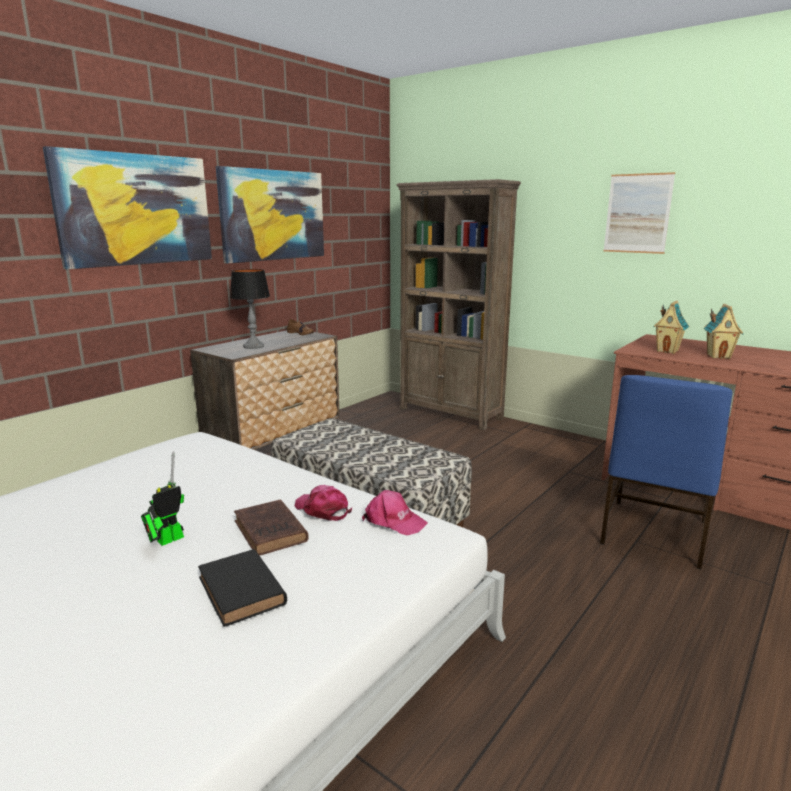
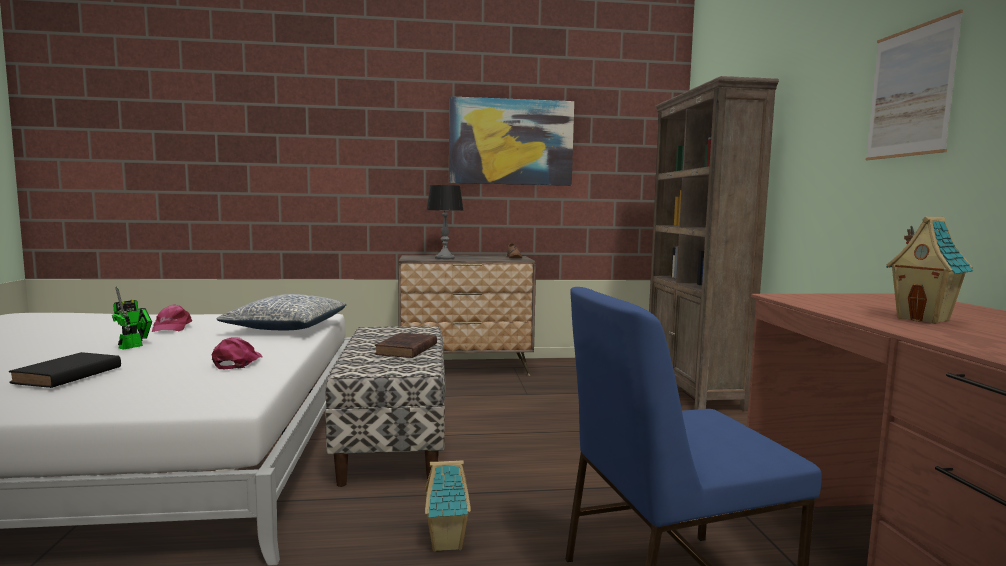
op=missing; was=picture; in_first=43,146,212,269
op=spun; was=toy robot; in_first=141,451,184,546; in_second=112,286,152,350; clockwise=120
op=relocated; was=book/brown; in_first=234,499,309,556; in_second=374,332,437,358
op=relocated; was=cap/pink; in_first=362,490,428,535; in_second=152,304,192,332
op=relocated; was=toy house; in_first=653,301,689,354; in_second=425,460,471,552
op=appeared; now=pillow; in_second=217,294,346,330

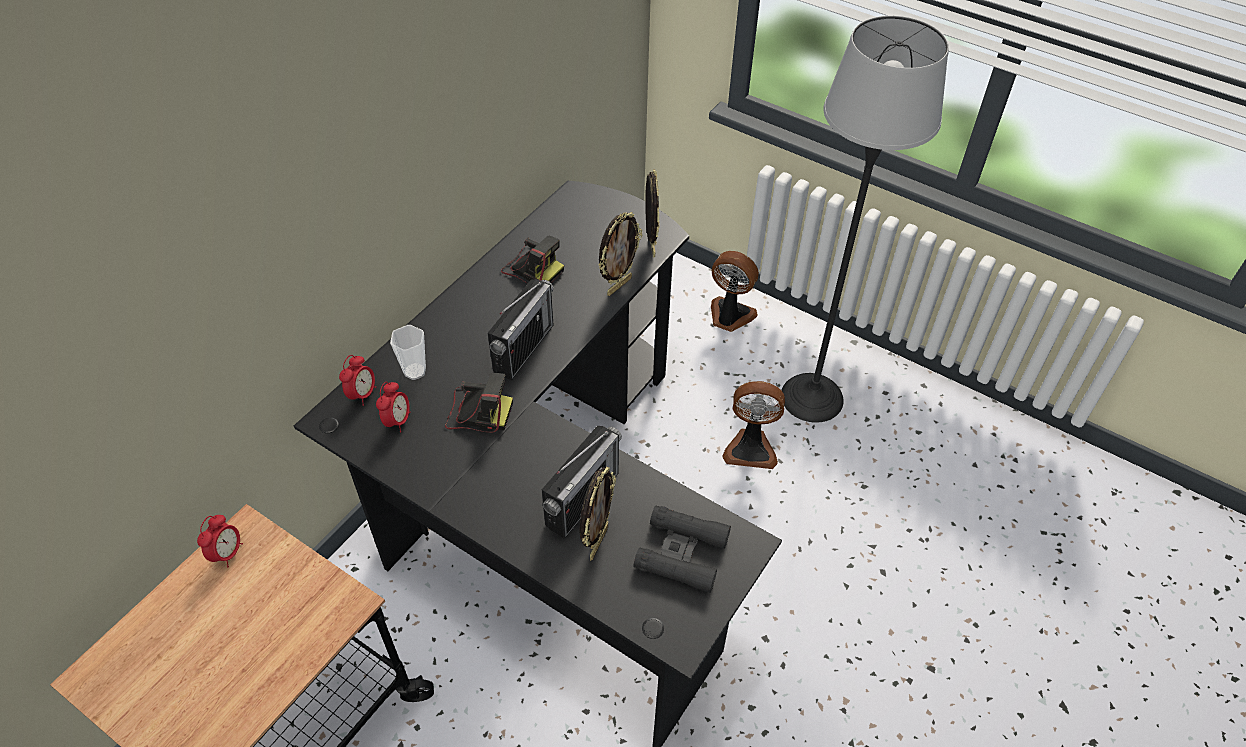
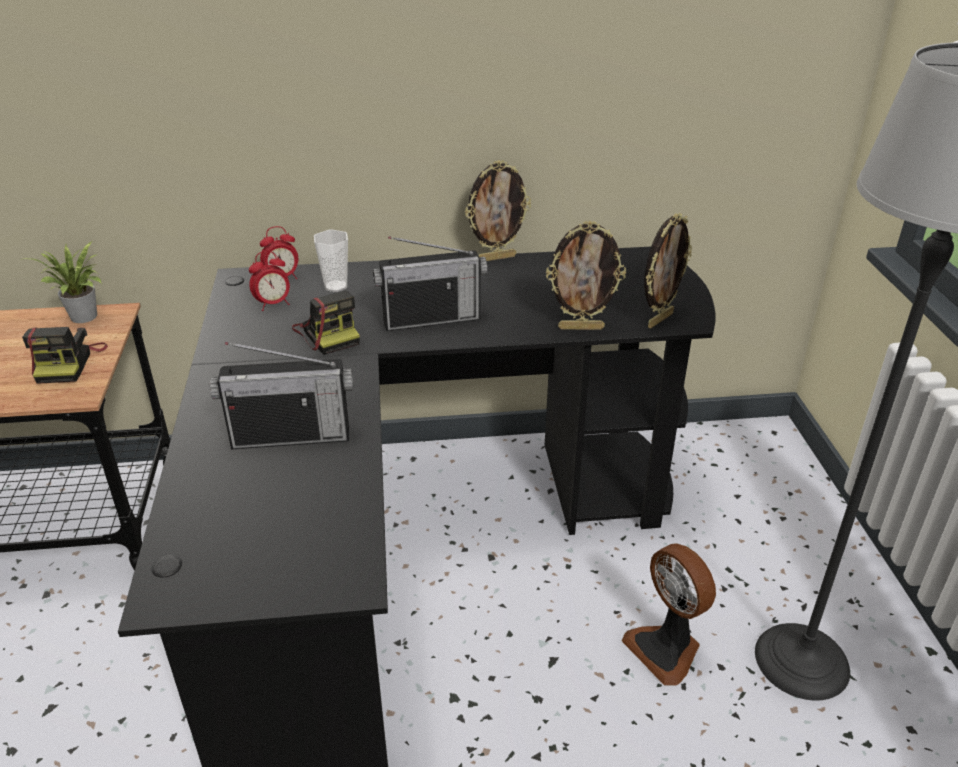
op=exchanged; was=alarm clock; now=potted plant; in_first=197,515,243,567; in_second=25,241,102,323
op=relocated; was=photo camera; in_first=501,235,564,284; in_second=22,327,108,384
op=relocated; was=picture frame; in_first=580,467,616,561; in_second=465,160,531,261
op=missing; was=binoculars/black; in_first=633,505,731,593
op=missing; was=fan; in_first=711,251,759,332

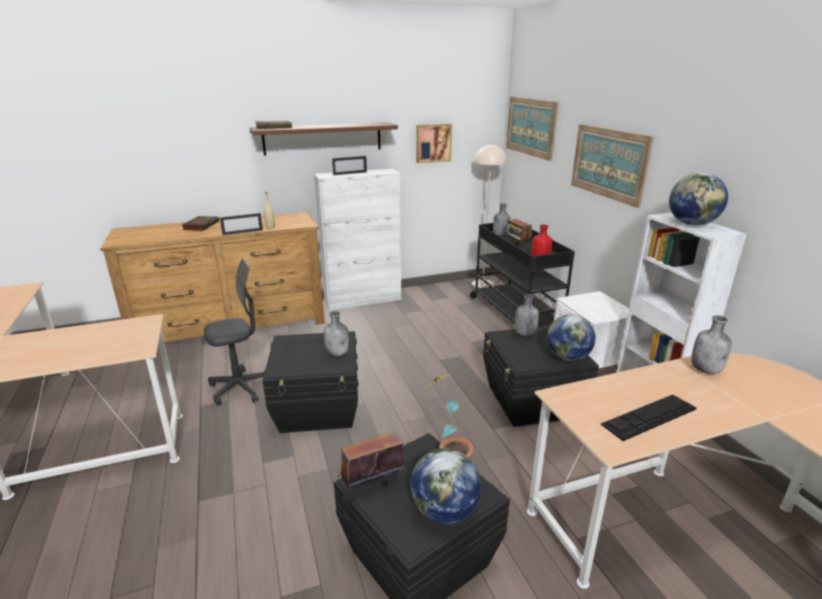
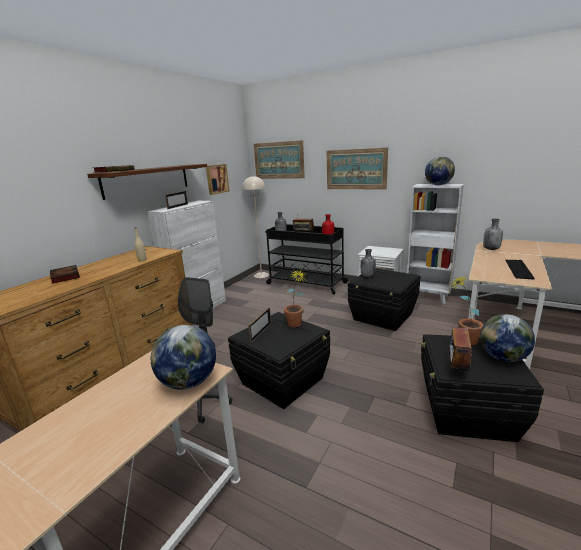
op=relocated; was=picture frame; in_first=220,213,263,235; in_second=248,307,271,343
op=exchanged; was=bottle/grey; now=potted plant; in_first=324,311,349,357; in_second=284,269,305,327
op=relocated; was=globe; in_first=547,314,595,361; in_second=151,325,216,390

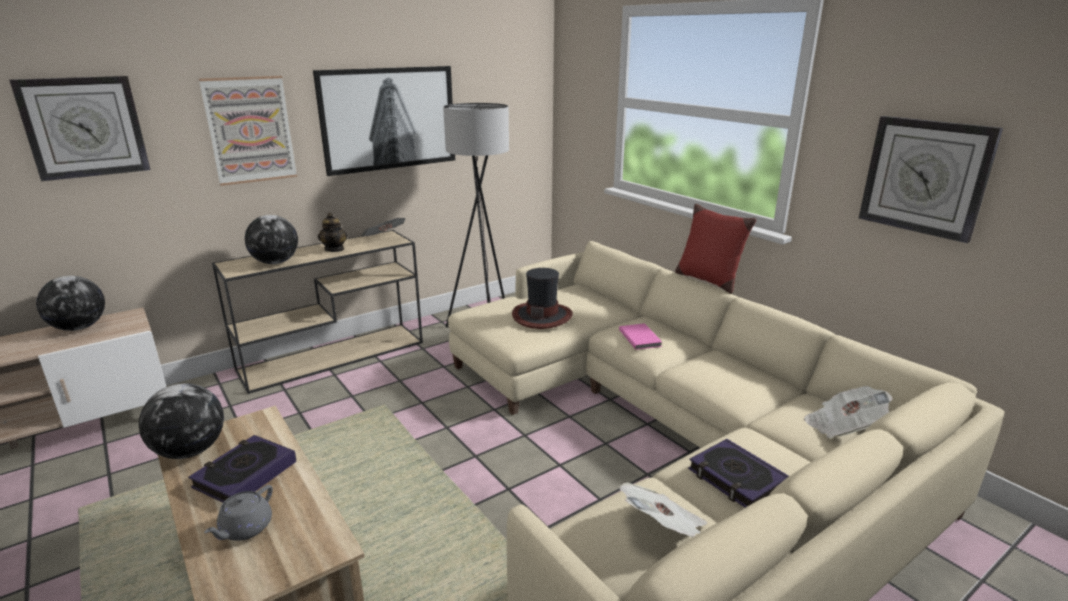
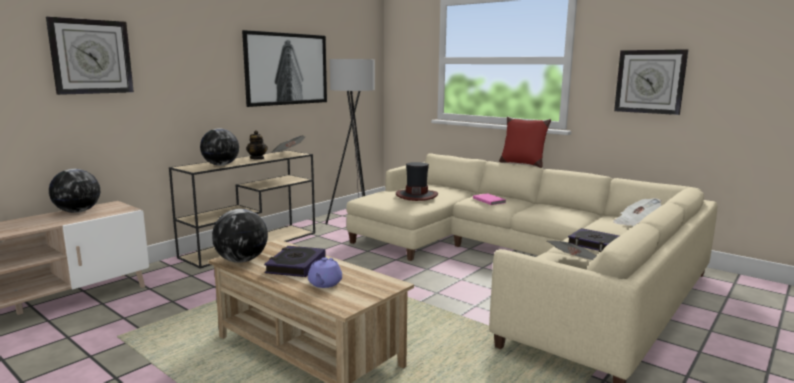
op=missing; was=picture; in_first=199,76,297,186
op=colour; was=teapot/grey; now=teapot/purple; in_first=204,485,273,541; in_second=308,257,342,288

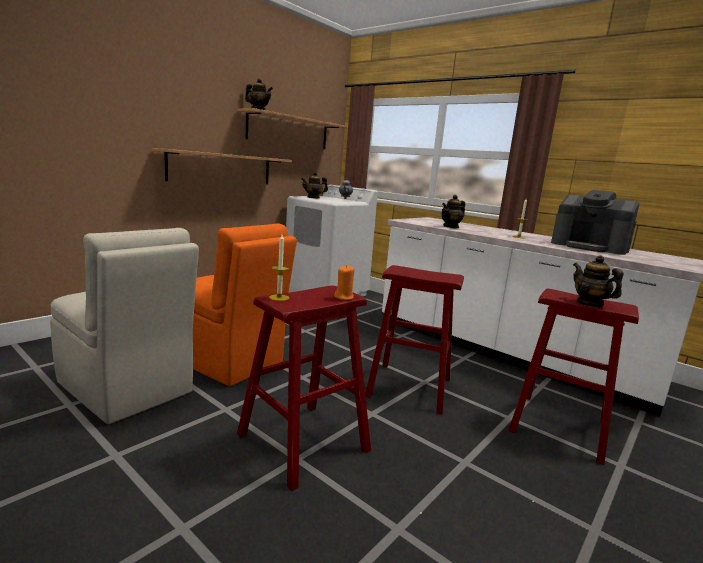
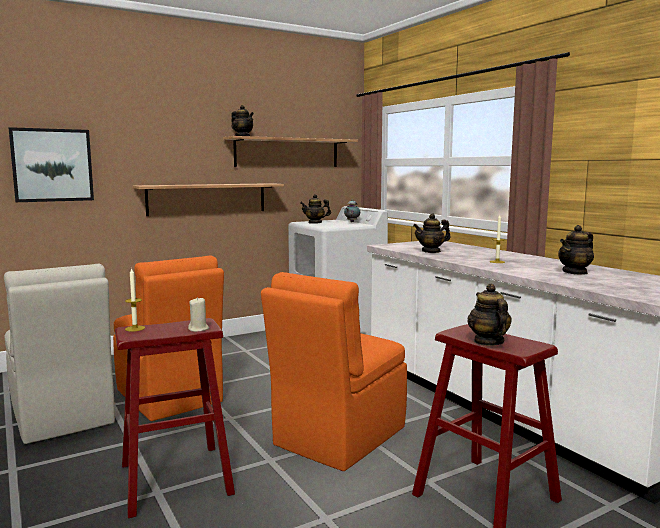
op=colour; was=candle/orange; now=candle/beige; in_first=334,265,354,300; in_second=188,297,209,332
op=exchanged; was=stool/red; now=chair/orange; in_first=365,265,464,414; in_second=261,272,407,471
op=exchanged; was=coffee machine; now=teapot; in_first=551,190,639,255; in_second=558,225,594,275
op=appeared; now=picture; in_second=9,127,94,202

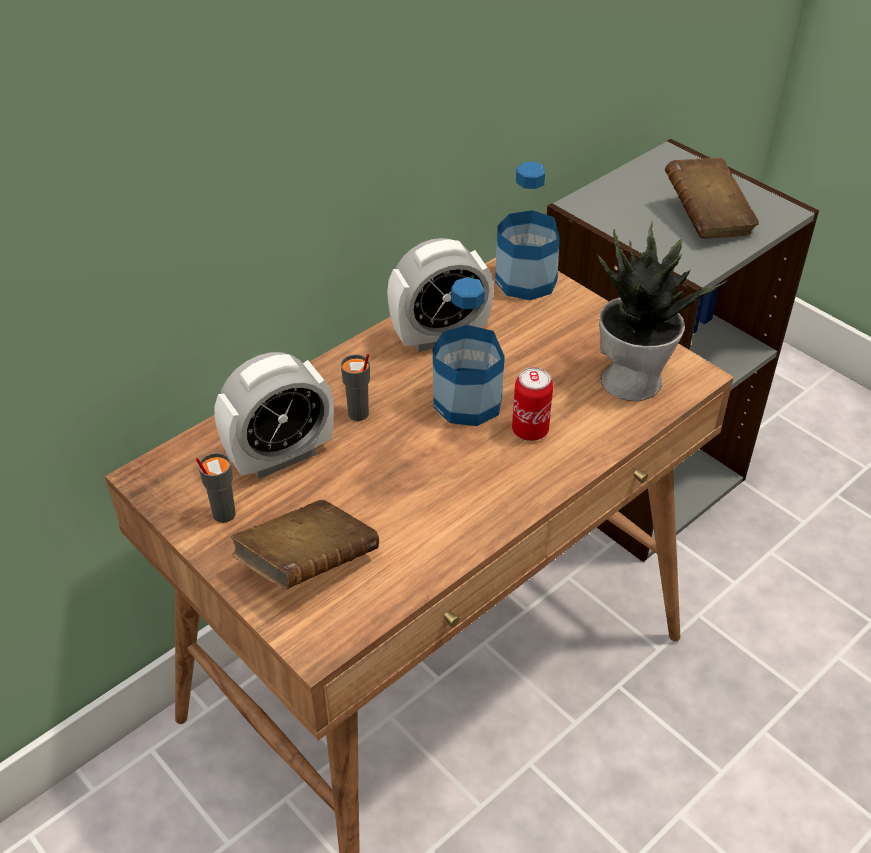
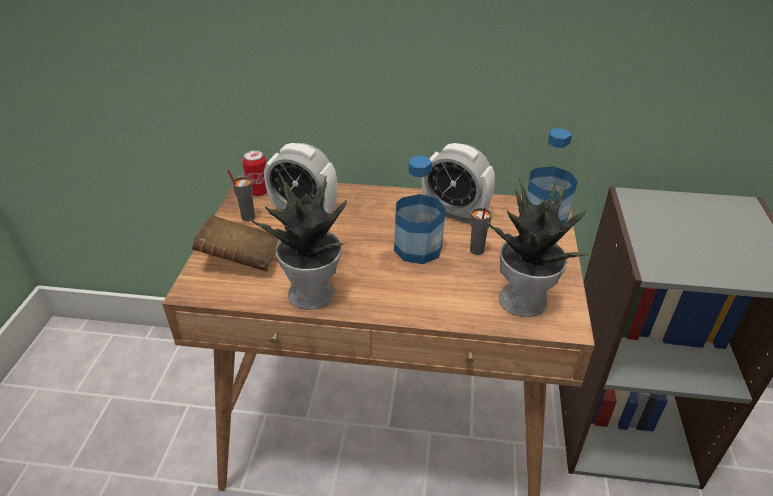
op=relocated; was=cup/grey; in_first=340,354,370,421; in_second=470,208,492,255
op=relocated; was=can; in_first=512,367,553,441; in_second=243,150,267,196
op=missing; was=book/brown; in_first=665,158,759,239
op=appeared; now=potted plant; in_second=248,173,347,310

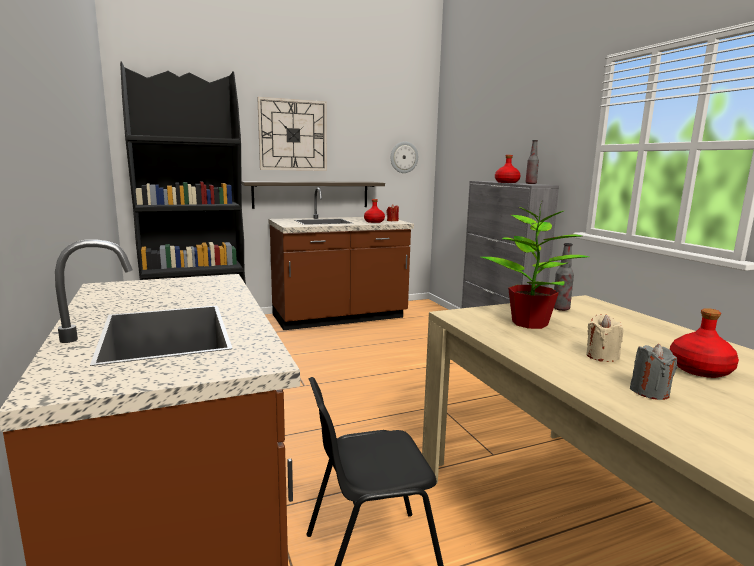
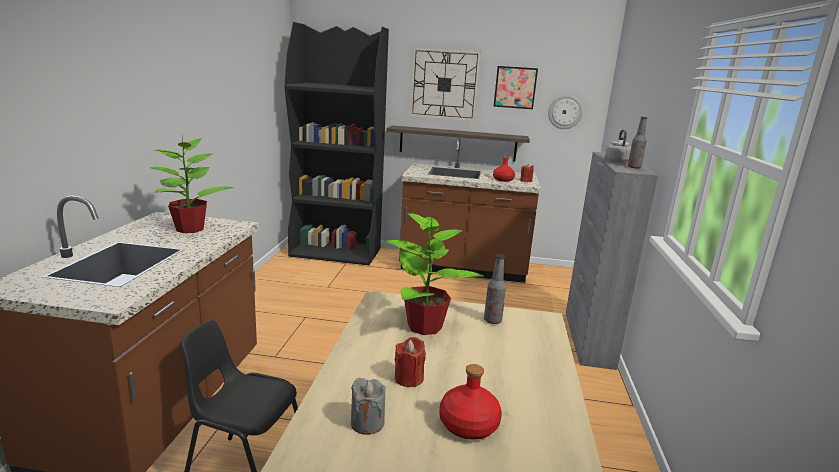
op=exchanged; was=bottle/red; now=kettle/grey; in_first=495,155,521,183; in_second=605,130,631,162
op=colour; was=candle/beige; now=candle/red; in_first=586,314,624,362; in_second=395,337,426,387
op=appeared; now=potted plant; in_second=150,134,233,233
op=appeared; now=picture; in_second=493,66,538,109

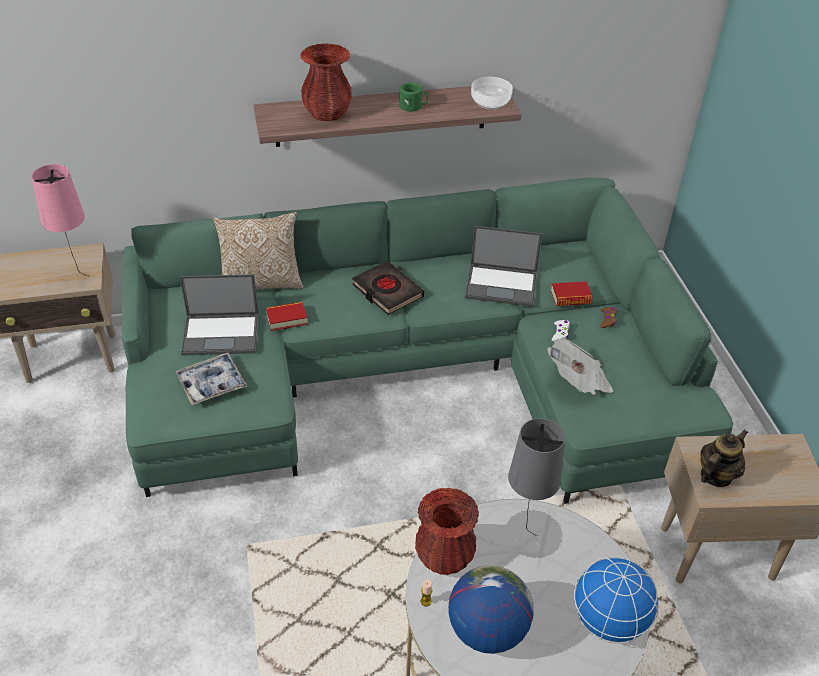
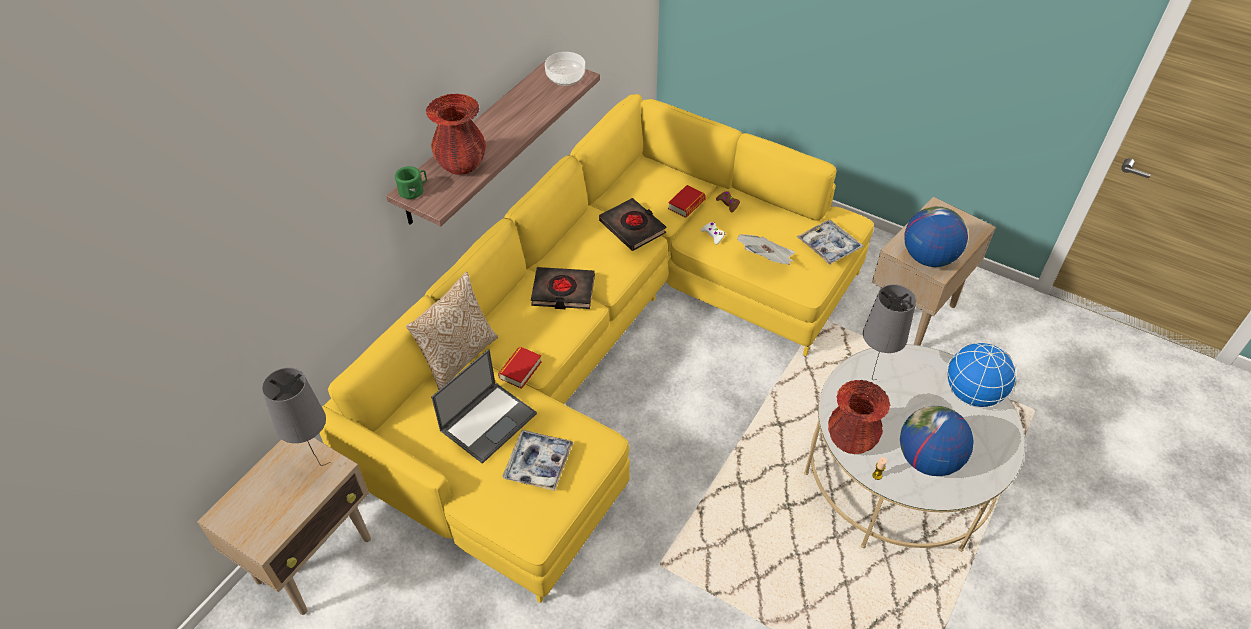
op=colour; was=table lamp/pink; now=table lamp/grey; in_first=32,164,88,276; in_second=262,368,330,466
op=colour; was=sofa/green; now=sofa/yellow; in_first=122,178,733,504; in_second=320,94,874,603
op=relocated; was=mug/green; in_first=399,82,428,112; in_second=395,166,427,199
op=exchanged; was=laptop; now=book/black; in_first=465,226,543,307; in_second=599,198,667,251
op=exchanged; was=teapot; now=globe; in_first=700,430,748,487; in_second=904,206,968,267
op=appeared; now=tray; in_second=796,220,863,265

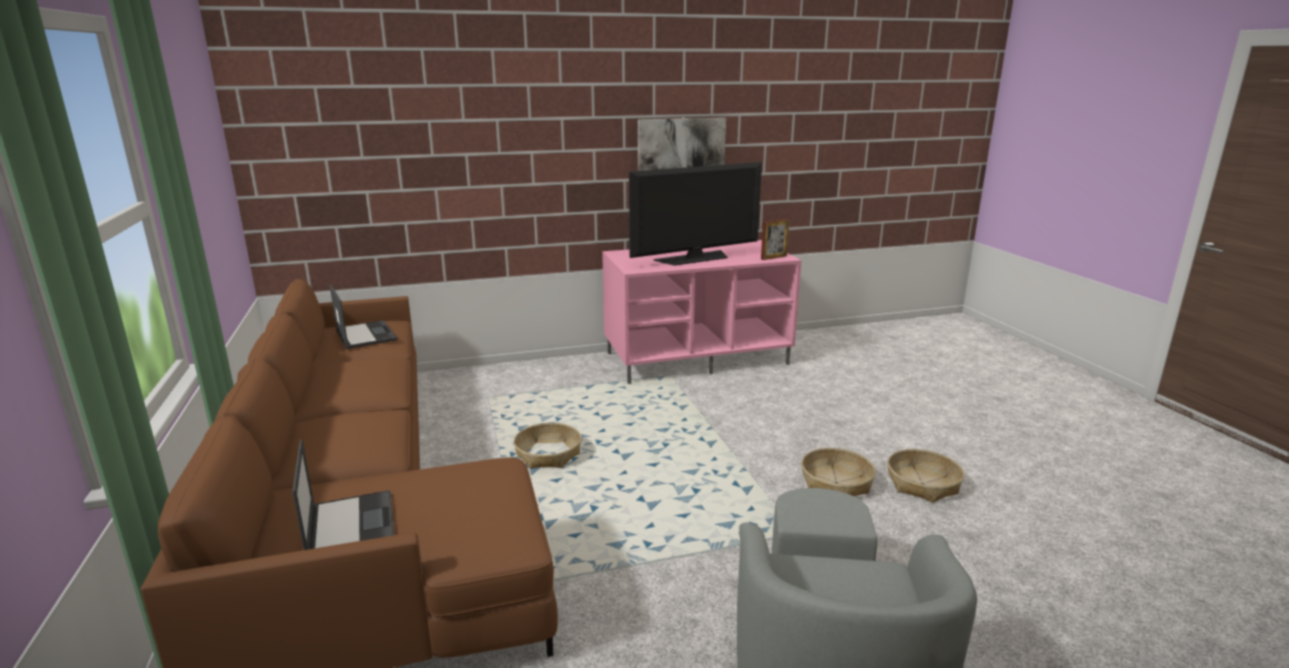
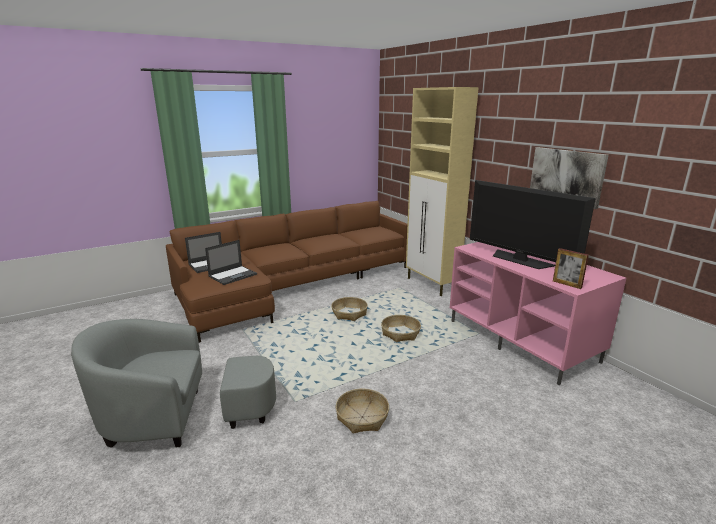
op=relocated; was=laptop; in_first=330,285,397,349; in_second=205,240,257,285
op=relocated; was=basket; in_first=888,449,964,503; in_second=381,315,421,342
op=appeared; now=cabinet/beige; in_second=406,87,479,296

